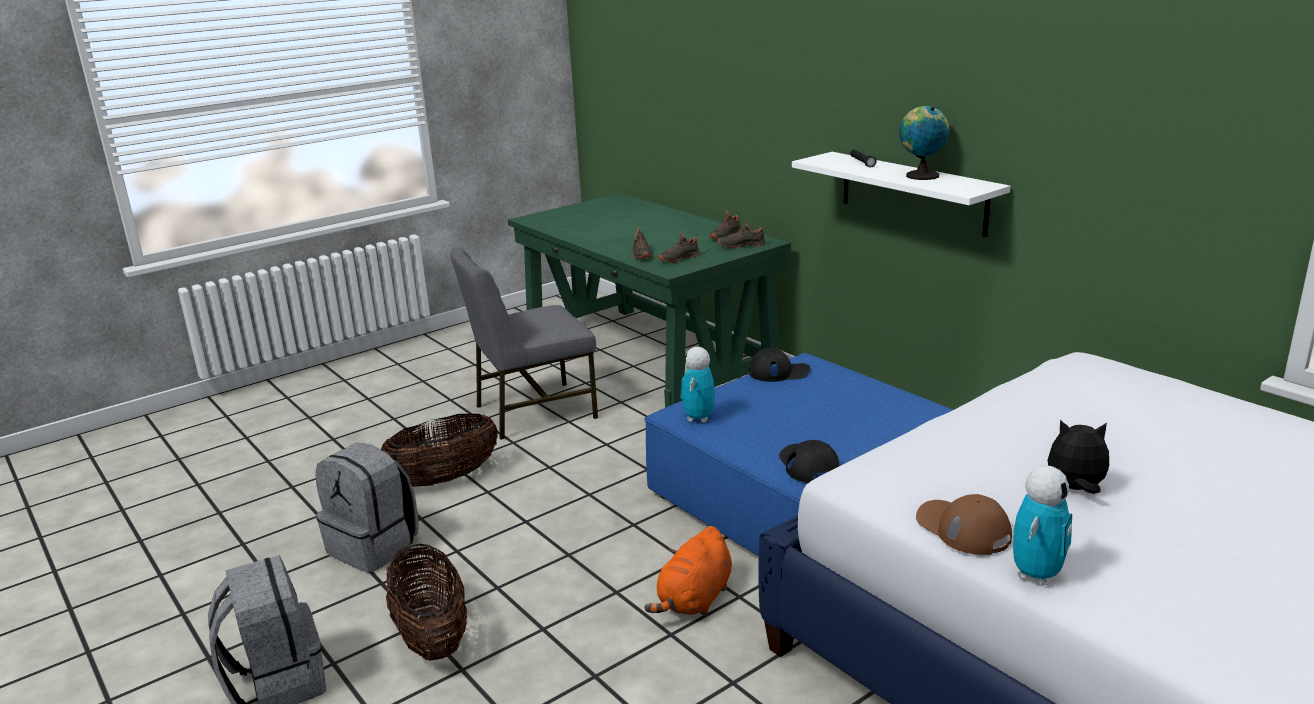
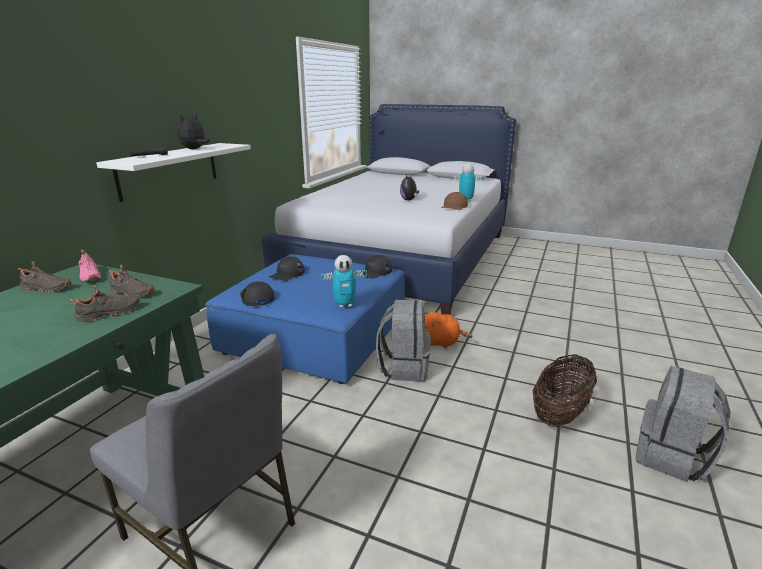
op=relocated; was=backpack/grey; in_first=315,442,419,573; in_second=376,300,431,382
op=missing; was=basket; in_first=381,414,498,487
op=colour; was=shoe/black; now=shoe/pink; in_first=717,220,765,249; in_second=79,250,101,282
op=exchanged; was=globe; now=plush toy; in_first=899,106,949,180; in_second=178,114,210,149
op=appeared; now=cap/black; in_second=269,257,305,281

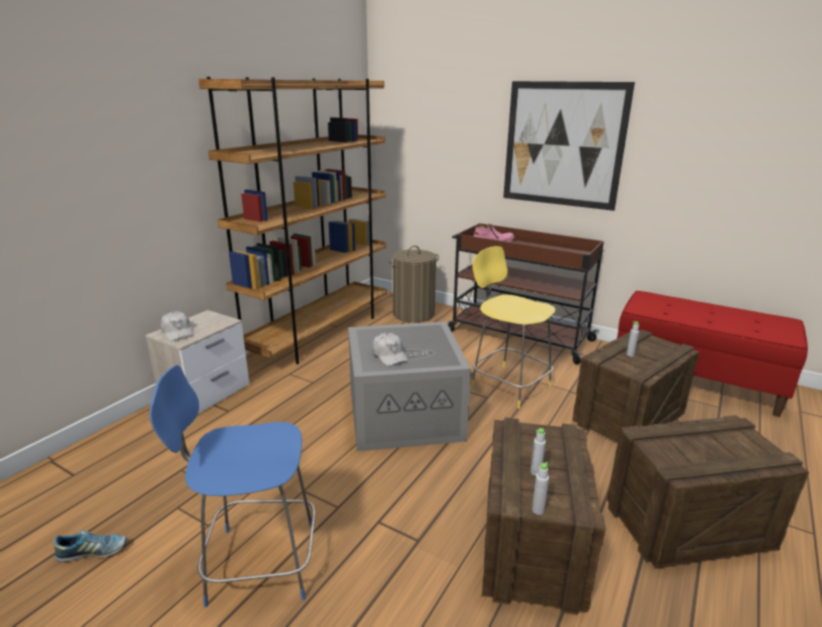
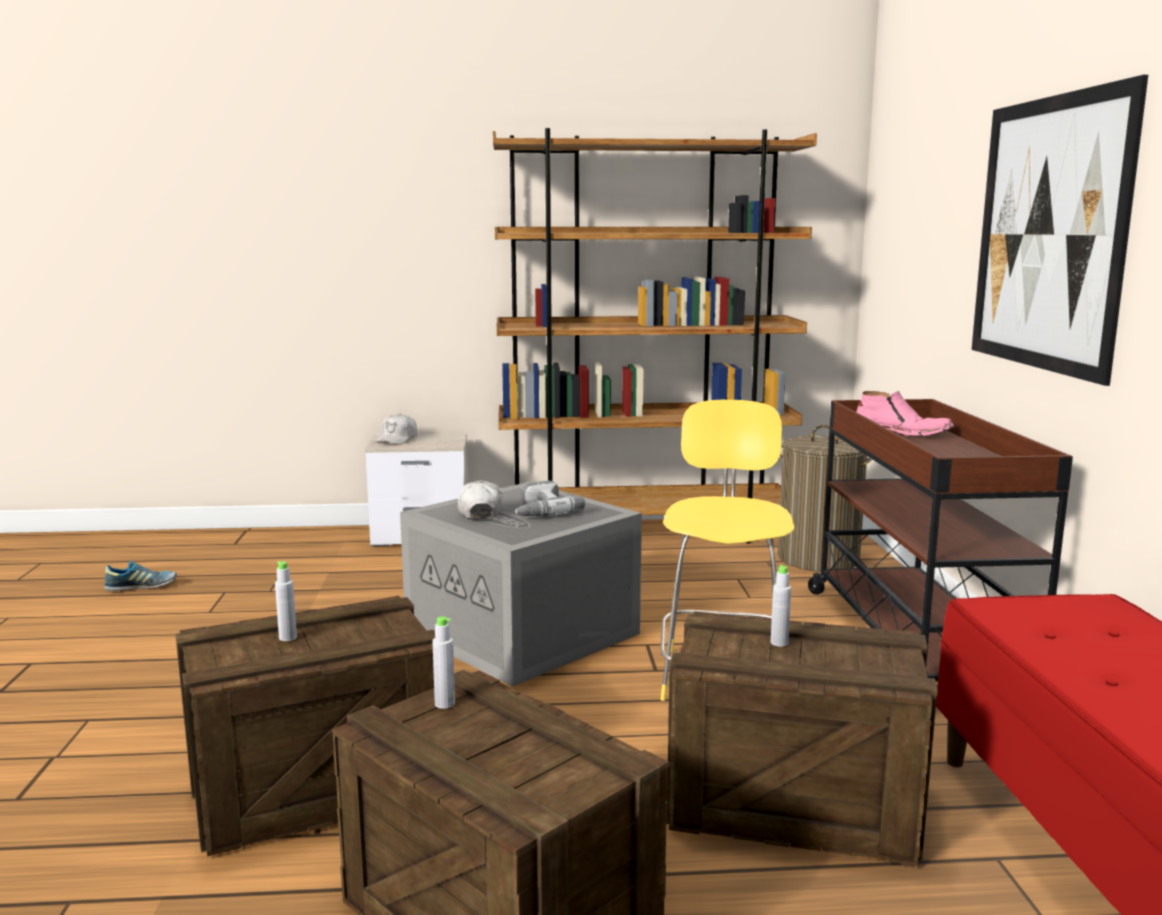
op=spun; was=shoe; in_first=54,529,127,562; in_second=104,560,177,591; clockwise=-60
op=missing; was=stool/blue; in_first=150,365,315,607
op=spun; was=cap/white; in_first=373,333,409,366; in_second=458,480,504,518; clockwise=150
op=relocated; was=bottle/grey; in_first=532,462,549,515; in_second=432,616,455,709
op=appeared; now=power drill; in_second=514,481,585,516

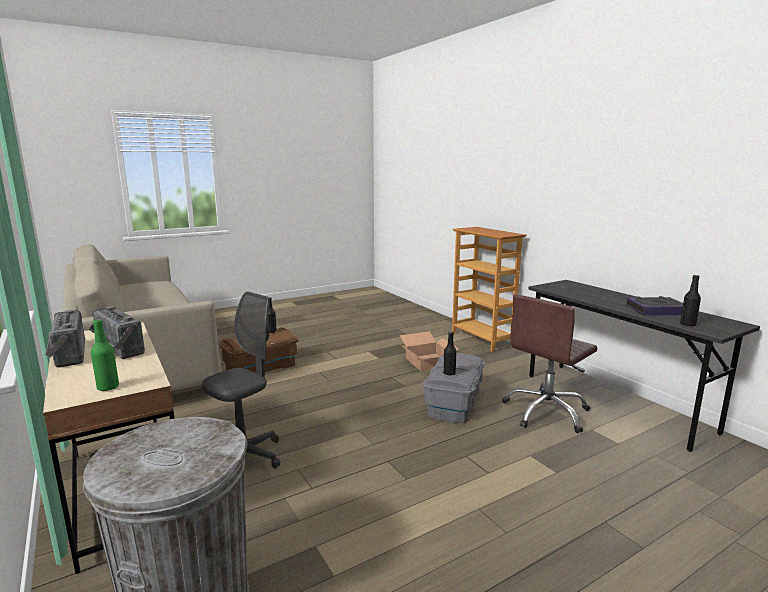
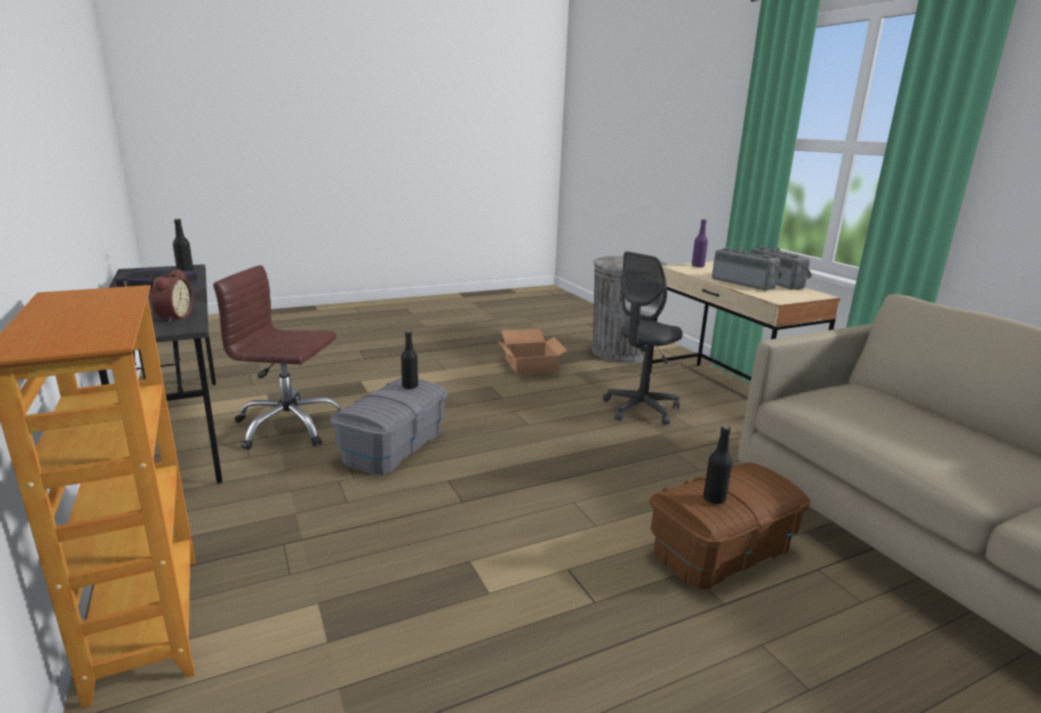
op=colour; was=bottle/green; now=bottle/purple; in_first=91,319,119,391; in_second=692,219,708,267
op=relocated; was=cardboard box; in_first=400,331,458,371; in_second=498,328,567,374
op=spun; was=office chair/brown; in_first=502,294,598,433; in_second=213,265,342,450; clockwise=-135
op=appeared; now=alarm clock; in_second=151,269,193,323

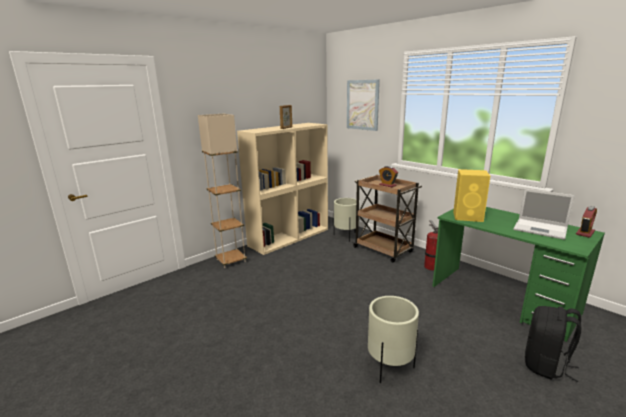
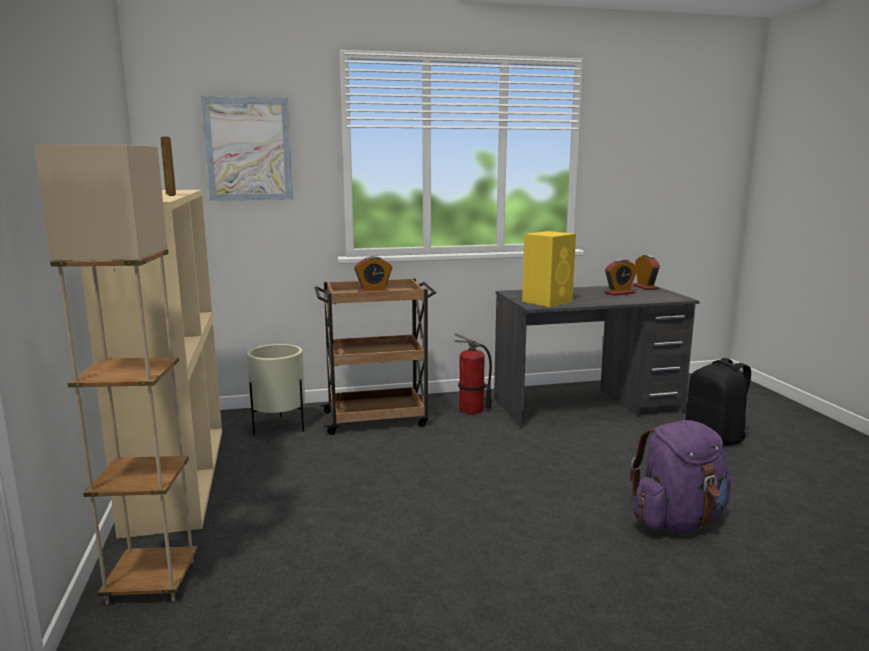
op=exchanged; was=planter/beige; now=backpack/purple; in_first=368,296,419,383; in_second=630,420,731,532
op=colour; was=desk/green; now=desk/grey; in_first=432,207,605,342; in_second=494,285,700,428
op=exchanged; was=laptop; now=alarm clock; in_first=513,189,575,240; in_second=605,259,638,296

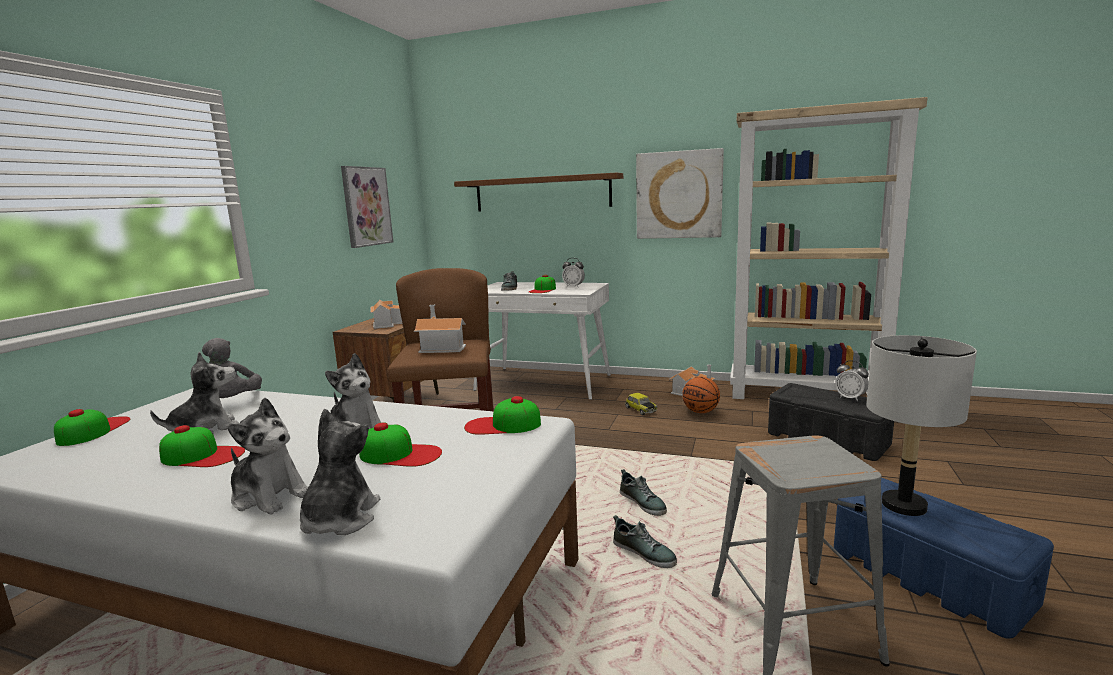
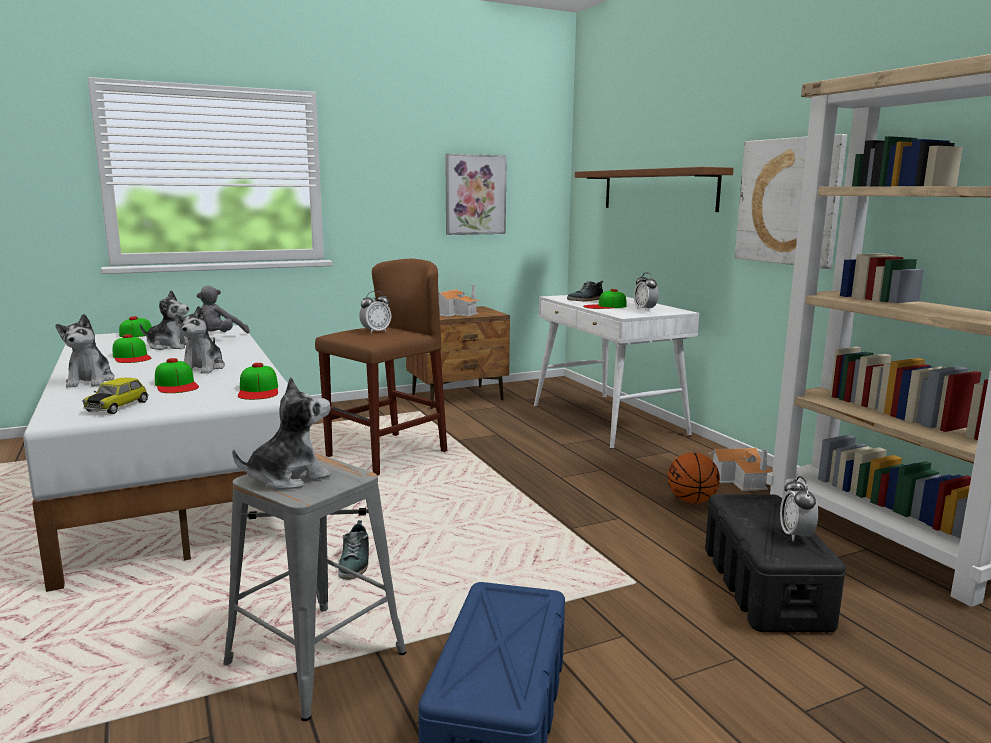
op=relocated; was=plush toy; in_first=300,409,380,535; in_second=232,377,331,490
op=exchanged; was=toy house; now=alarm clock; in_first=414,305,466,353; in_second=359,291,391,334
op=spun; was=cap; in_first=464,396,541,435; in_second=238,363,278,400; clockwise=-150
op=missing; was=shoe; in_first=620,469,667,516
op=relocated; was=toy car; in_first=625,393,657,415; in_second=82,378,149,414
op=missing; was=table lamp/grey; in_first=866,335,977,516

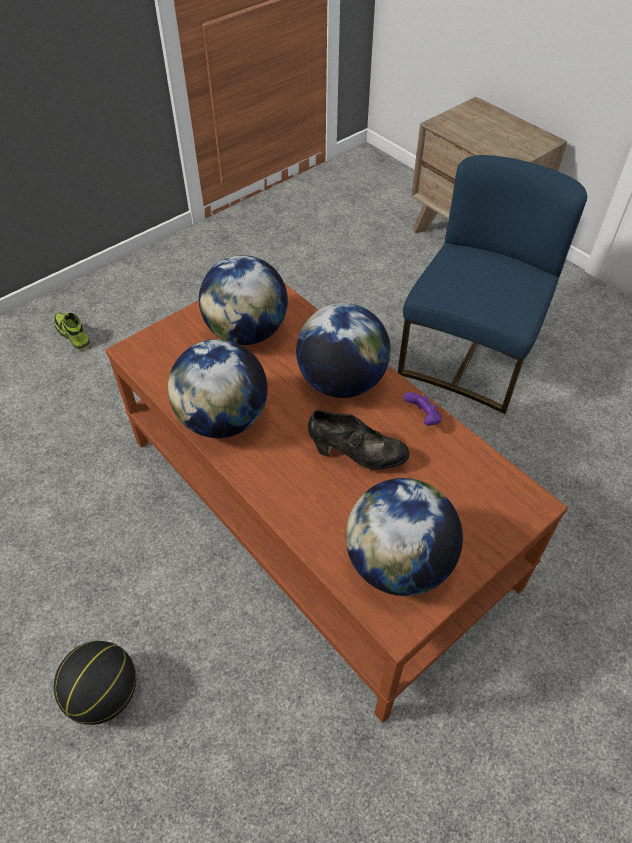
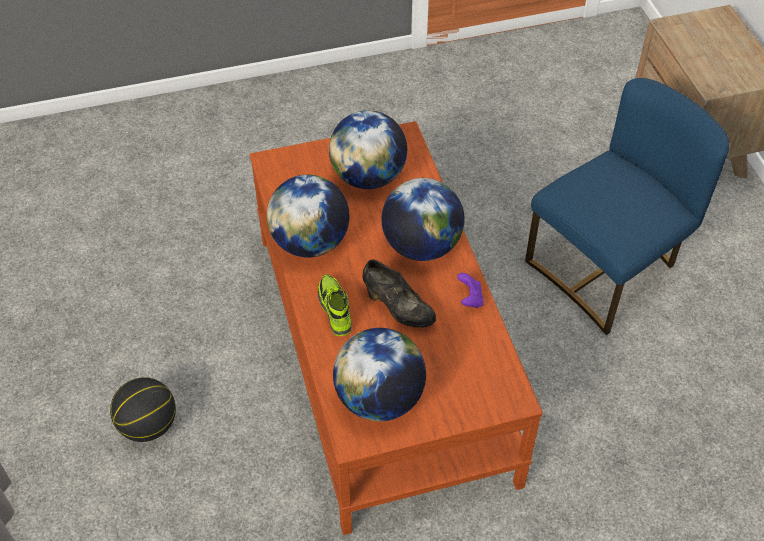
op=relocated; was=shoe; in_first=54,312,90,350; in_second=318,274,352,336

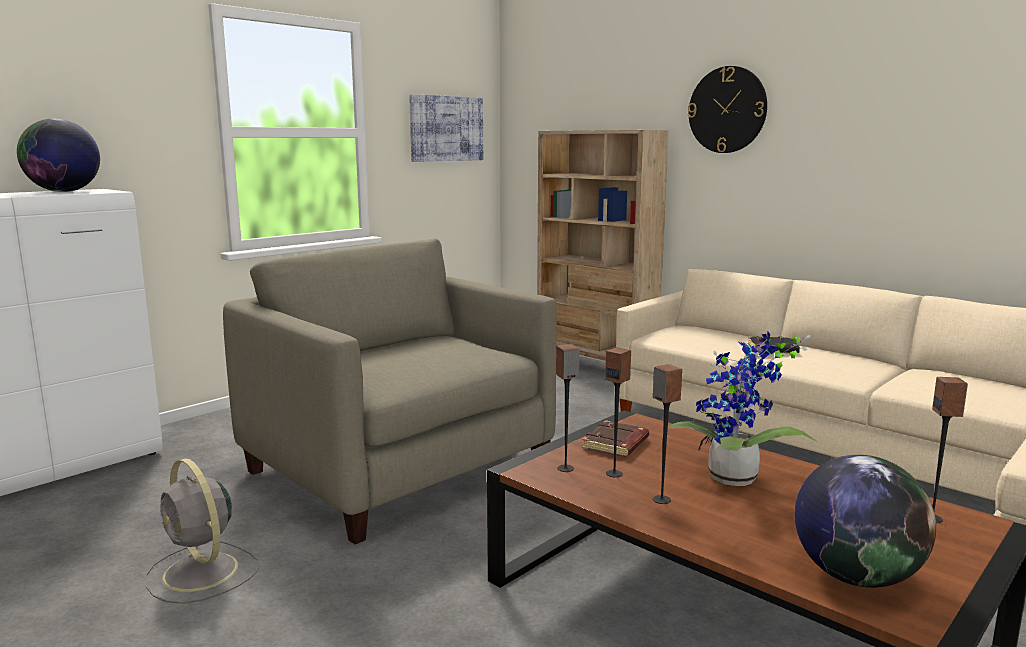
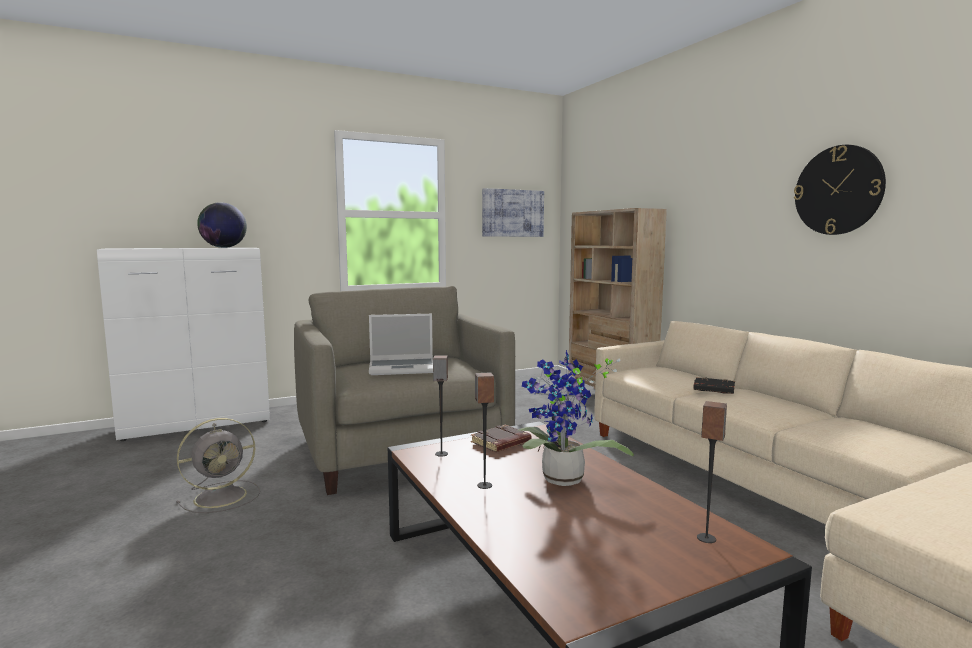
op=spun; was=fan/grey; in_first=145,458,259,604; in_second=176,418,260,513; clockwise=-105
op=missing; was=speaker; in_first=605,347,631,478
op=relocated; was=wall clock; in_first=688,66,767,153; in_second=794,145,886,235
op=missing; was=globe; in_first=795,455,936,588
op=appeared; now=laptop; in_second=369,314,433,375

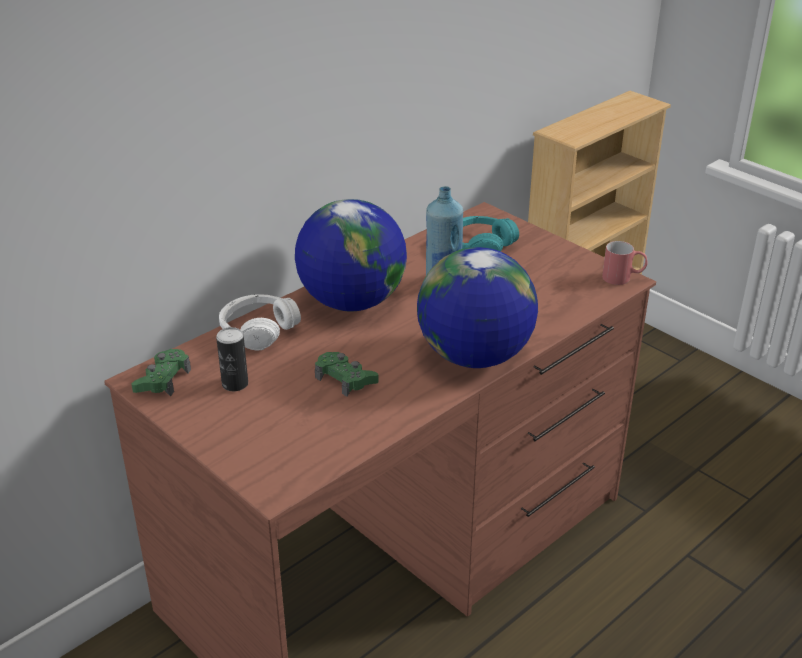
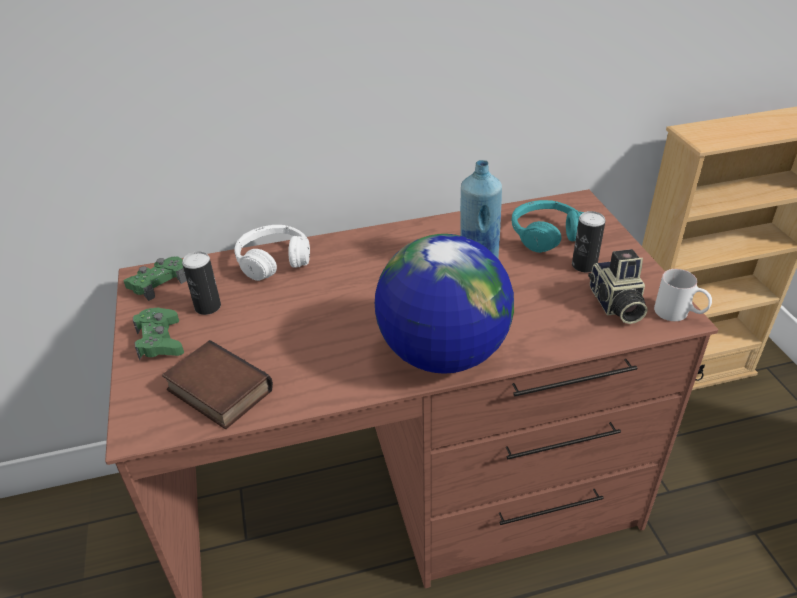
op=missing; was=globe; in_first=295,199,407,311
op=relocated; was=game controller/green; in_first=315,352,379,397; in_second=133,307,184,360
op=colour; was=mug/red; now=mug/white; in_first=602,241,648,285; in_second=654,269,712,321
op=appeared; now=book; in_second=162,340,273,429
op=appeared; now=can; in_second=572,211,606,272
op=appeared; now=photo camera; in_second=588,249,647,324

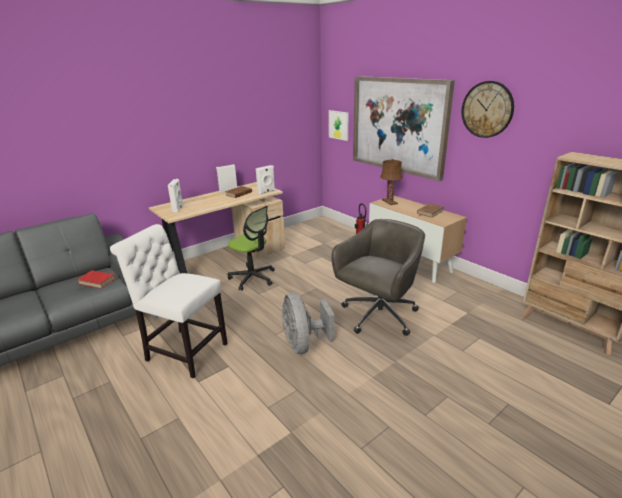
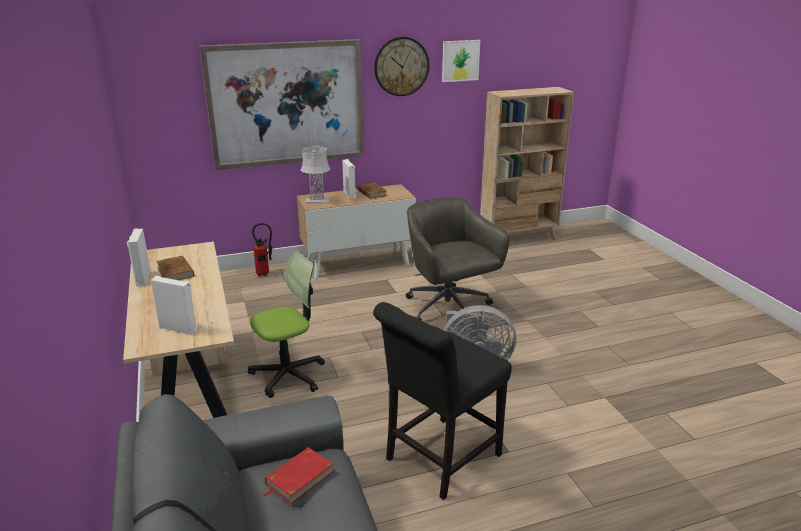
op=colour; was=chair/white; now=chair/black; in_first=110,224,228,378; in_second=373,302,512,500
op=relocated; was=speaker/white; in_first=256,165,275,194; in_second=342,159,356,199
op=relocated; was=picture; in_first=329,110,349,141; in_second=442,40,480,82
op=colour; was=table lamp/brown; now=table lamp/grey; in_first=380,159,403,205; in_second=301,145,330,204

